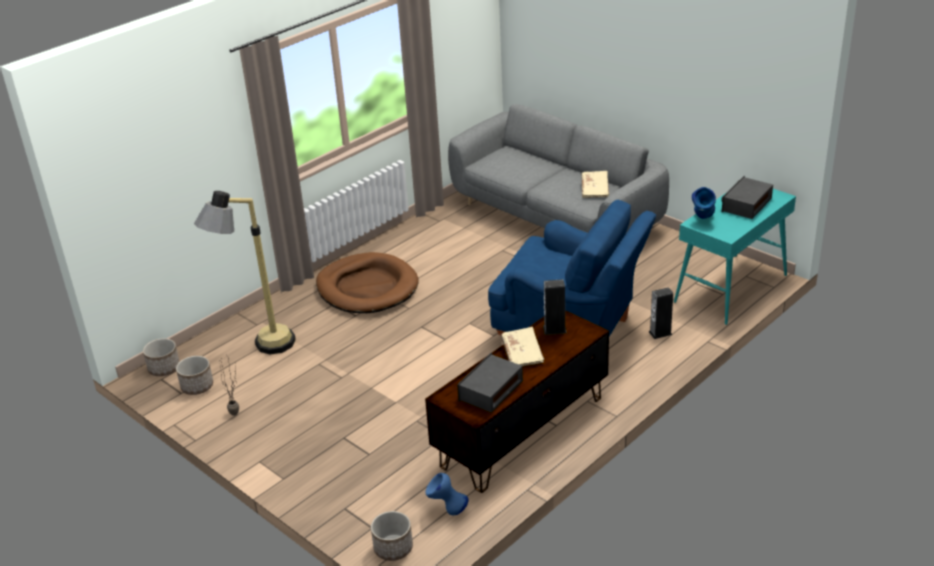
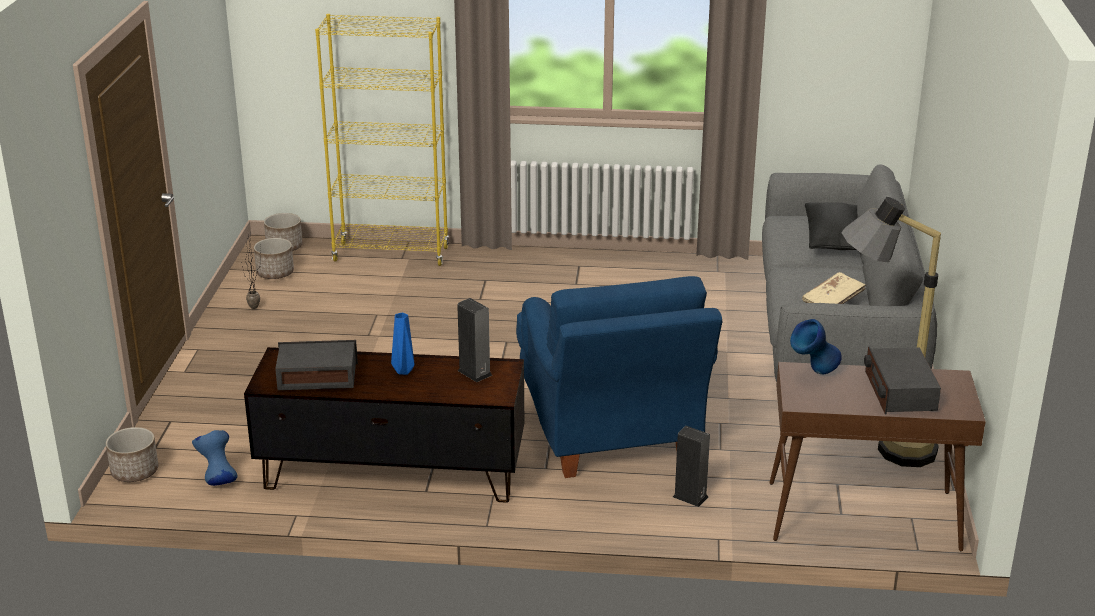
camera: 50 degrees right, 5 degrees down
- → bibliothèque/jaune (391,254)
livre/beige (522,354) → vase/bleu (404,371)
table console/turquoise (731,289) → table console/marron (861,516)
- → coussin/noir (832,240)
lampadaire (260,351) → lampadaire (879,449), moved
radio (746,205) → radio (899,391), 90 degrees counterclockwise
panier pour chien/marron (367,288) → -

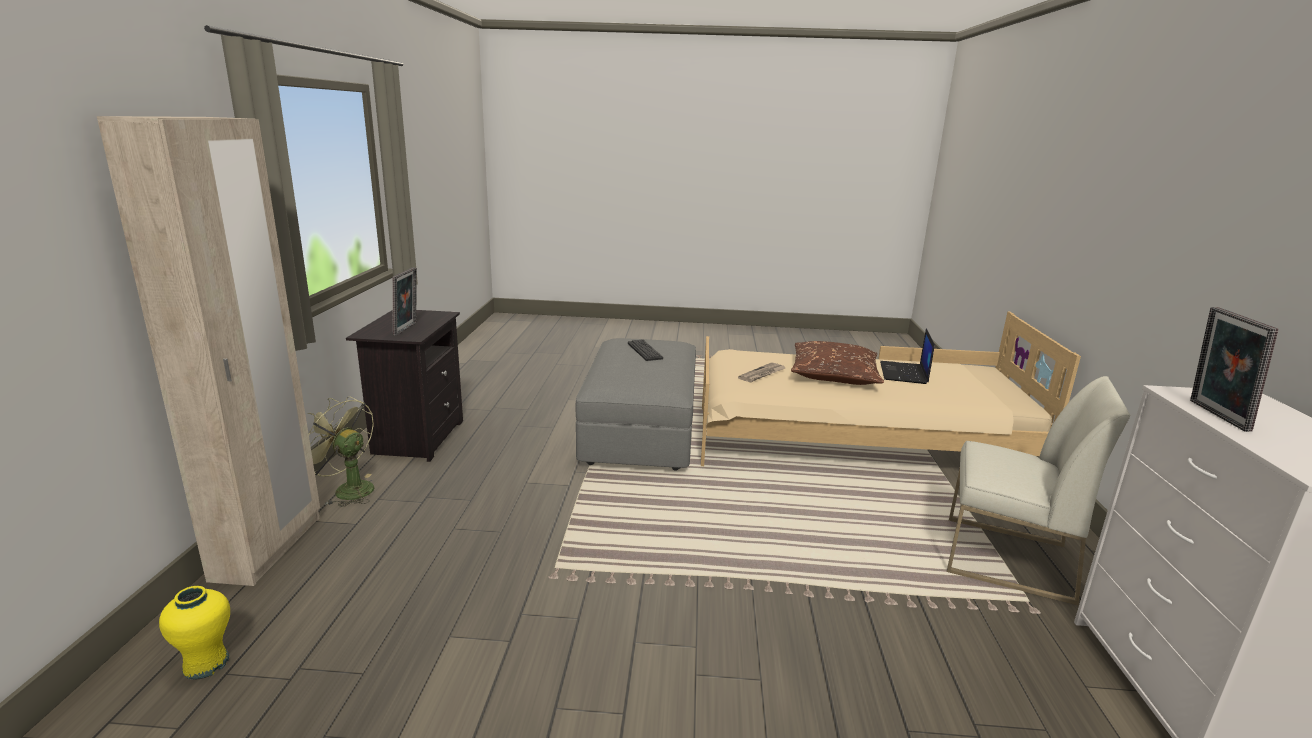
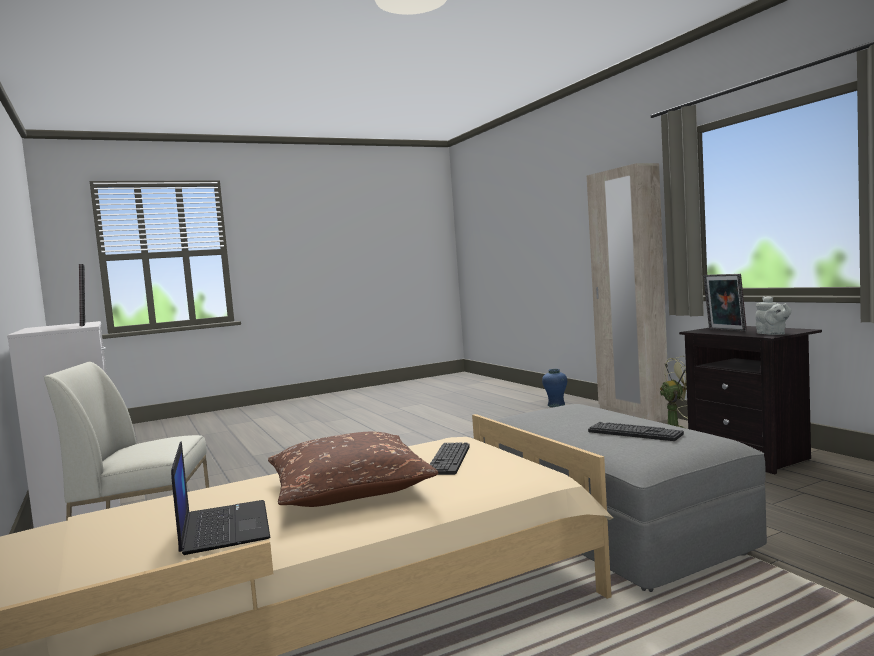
camera: 150 degrees right, 15 degrees down
journal (762,374) → clavier (448,459)
vase/jaune (206,664) → vase/bleu (556,405)
- → théière/gris (772,334)

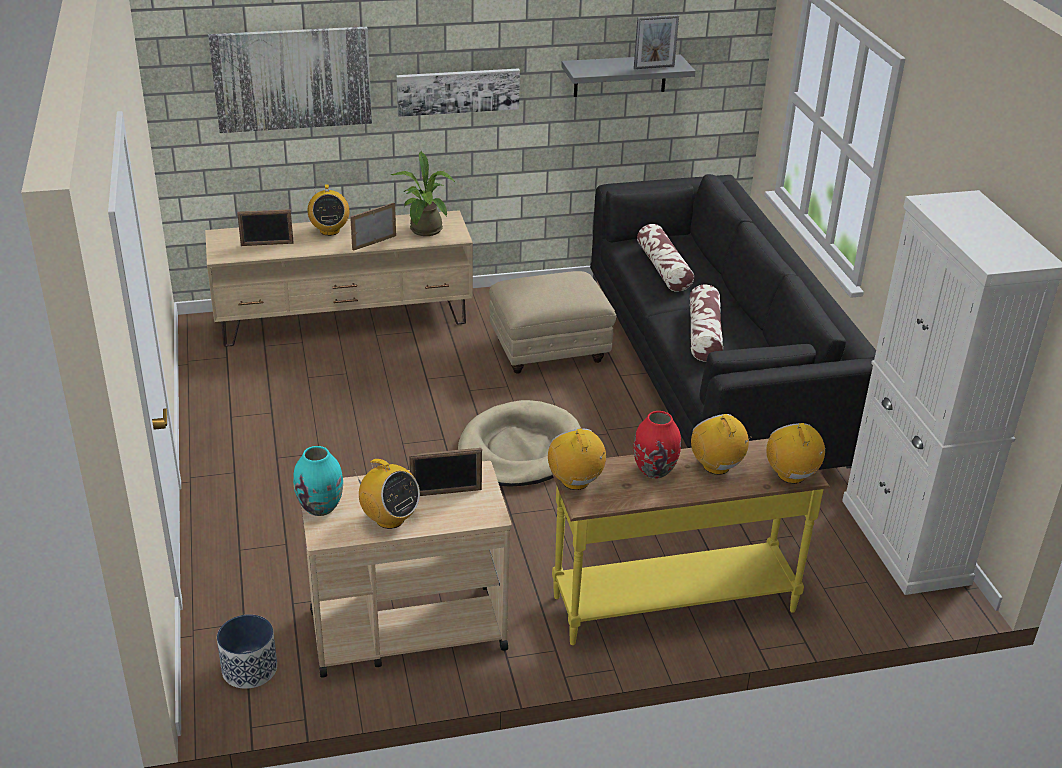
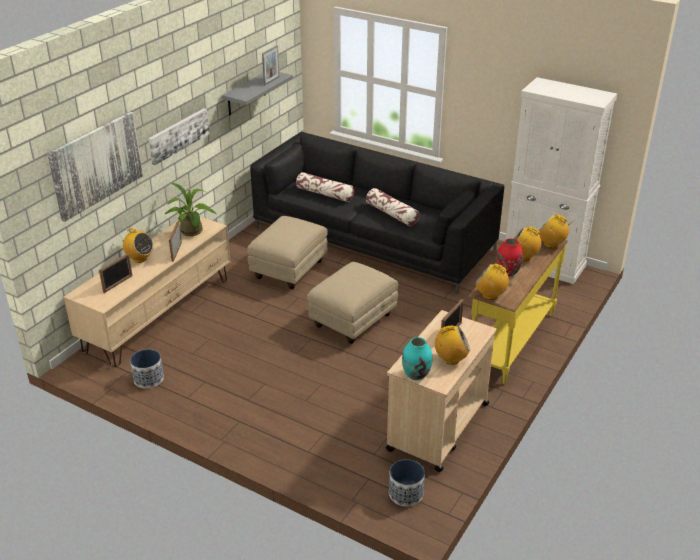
camera: 45 degrees left, 0 degrees up
- → cache-pot (148,379)
panier pour chien/beige (519,449) → pouf/beige (352,321)

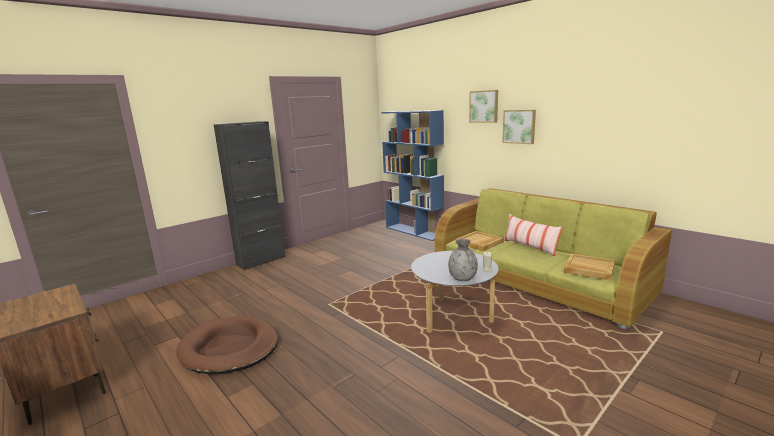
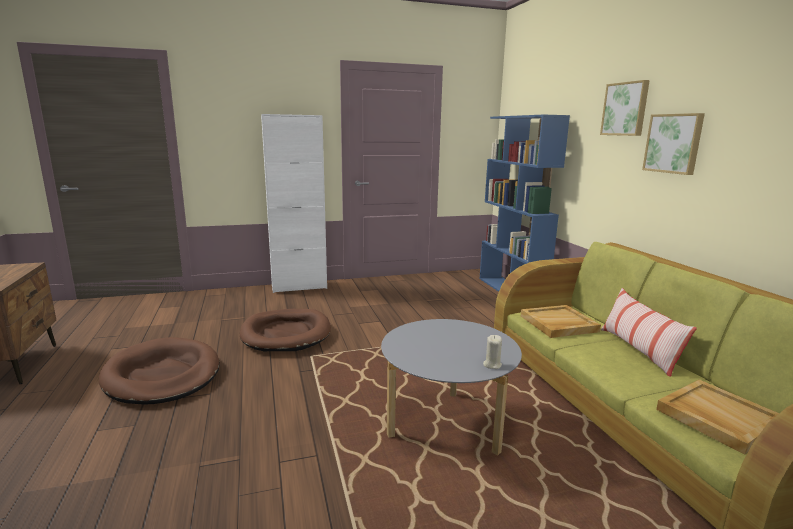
camera: 25 degrees right, 0 degrees up
- → panier pour chien/marron (286,334)
meuble de rangement/noir (261,261) → meuble de rangement/blanc (299,287)
vase/gris (463,278) → -

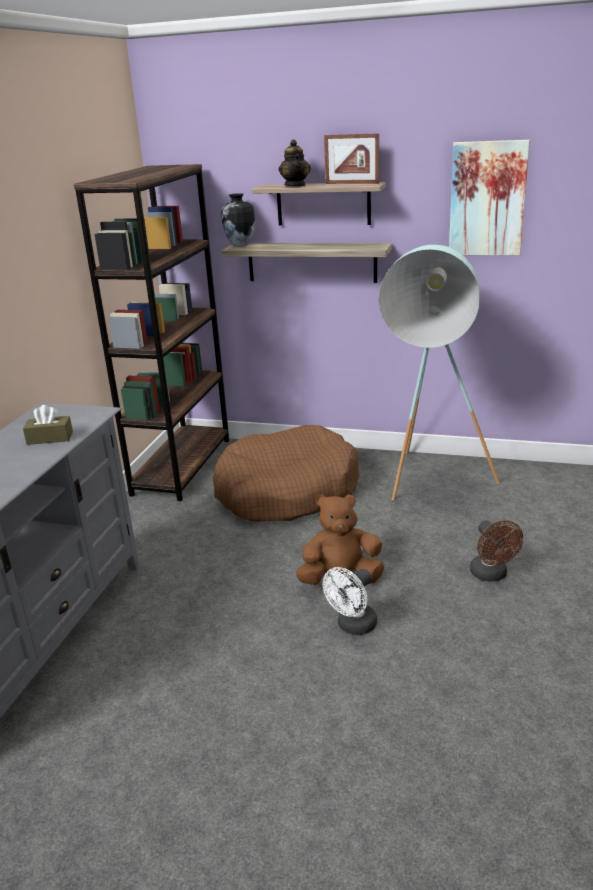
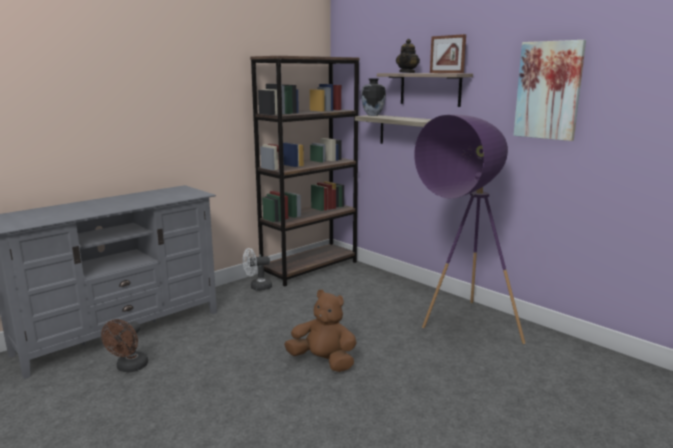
camera: 30 degrees right, 10 degrees down
ventilateur/marron (491,575) → ventilateur/marron (129,368), moved
ventilateur/blanc (353,626) → ventilateur/blanc (257,287), moved
lampadaire/turquoise (428,488) → lampadaire/violet (460,329)
boîte à mouchoirs/marron (50,438) → -
panier pour chien/marron (286,491) → -

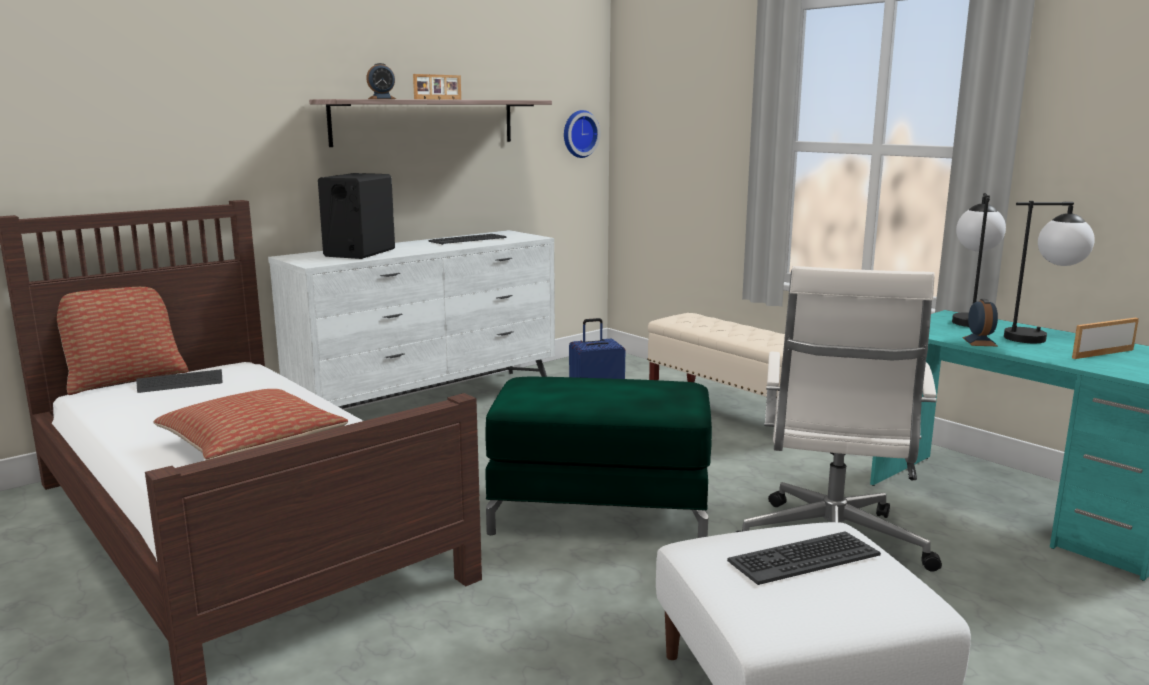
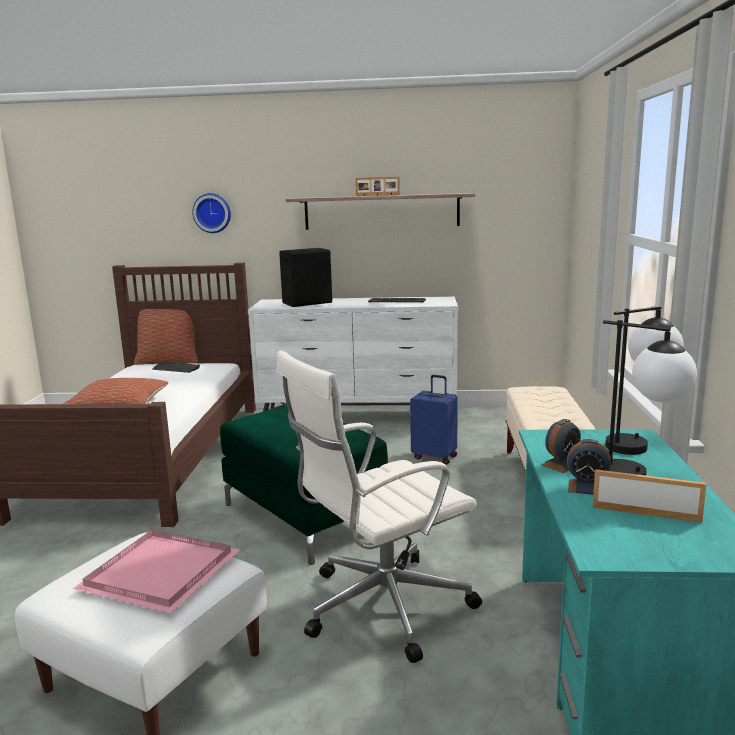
camera: 45 degrees right, 0 degrees up
clavier (803,558) → plateau/rose (164,572)
horloge murale (579,134) → horloge murale (212,213), moved
réveil (381,99) → réveil (587,488), moved

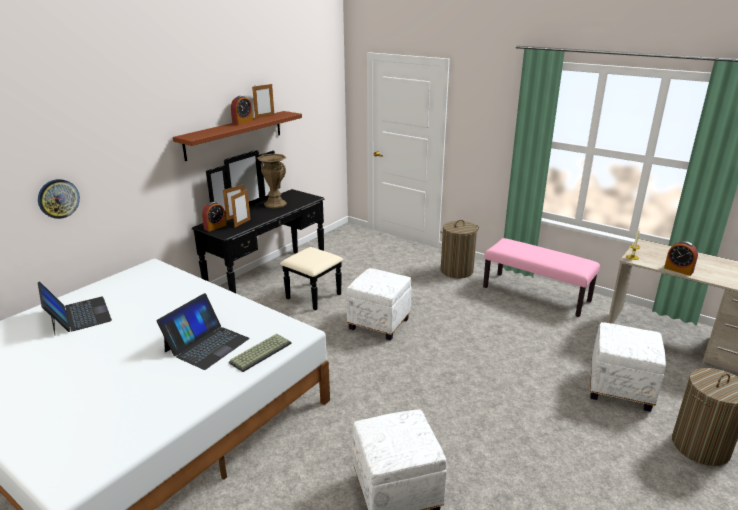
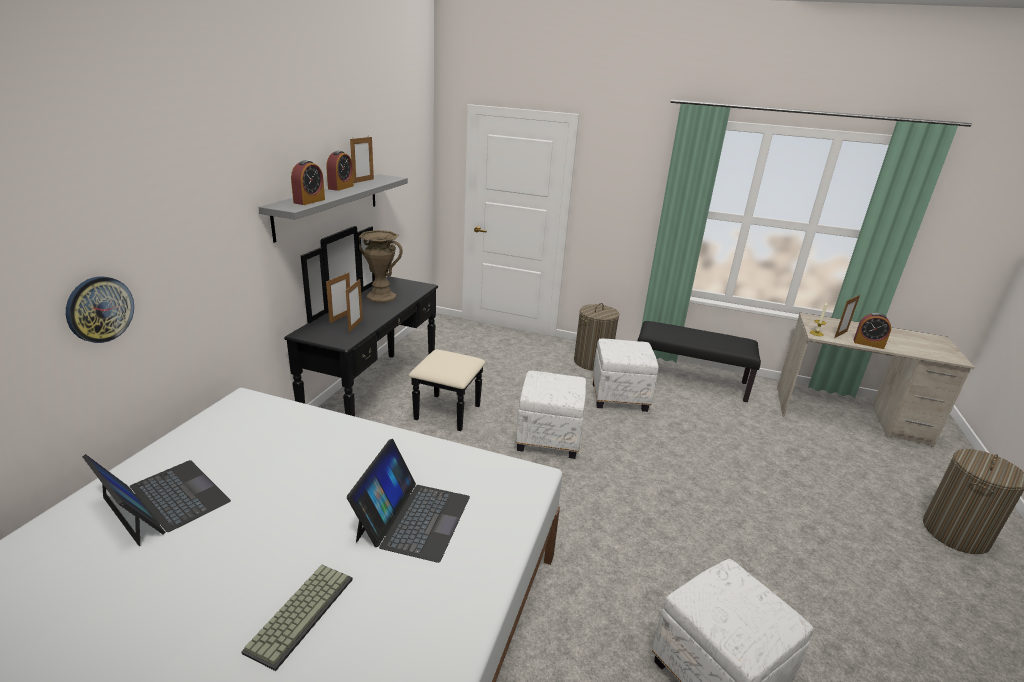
camera: 20 degrees left, 0 degrees up
clavier (260,352) → clavier (300,612), moved
étagère/marron (234,135) → étagère/gris (329,205)
réveil (215,227) → réveil (309,201), moved
pouf/blanc (620,389) → pouf/blanc (620,397), moved
banc/rose (536,294) → banc/noir (689,380)
- → cadre photo (840,334)

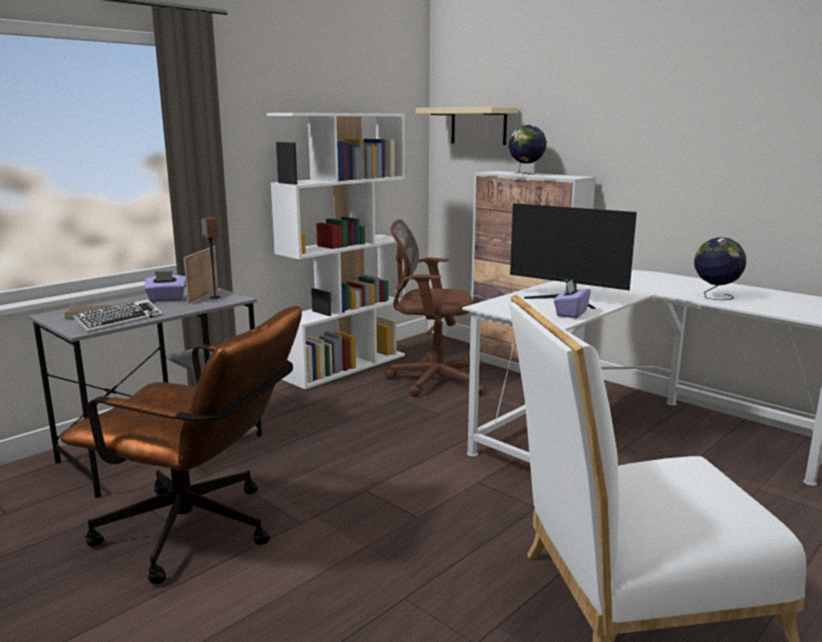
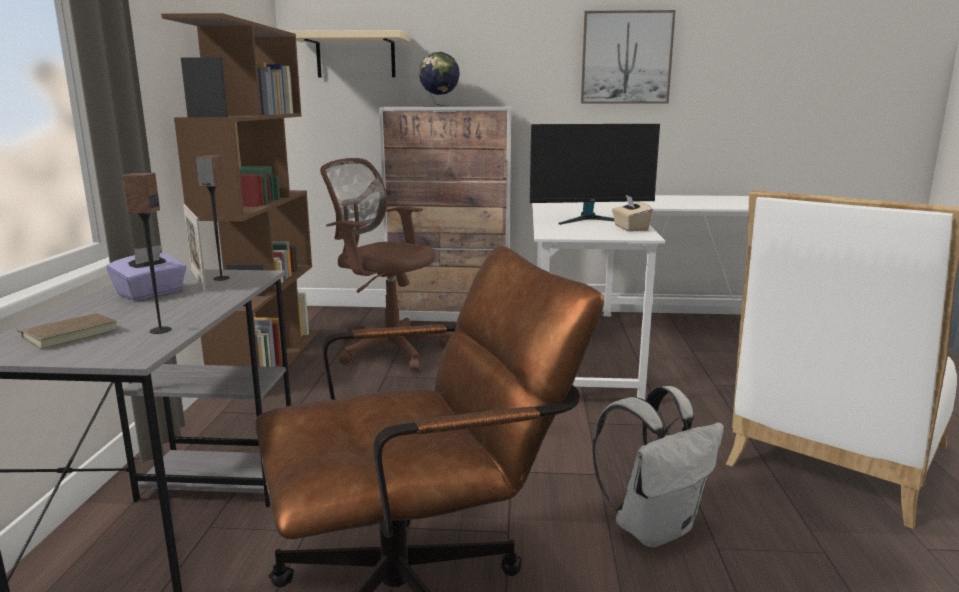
camera: 40 degrees left, 0 degrees up
clavier (119,321) → enceinte (160,330)
bibliothèque/blanc (346,366) → bibliothèque/marron (268,360)
chaise de bureau/marron (432,380) → chaise de bureau/marron (388,349), 60 degrees clockwise
- → tableau (626,58)
- → sac à dos/blanc (654,527)
boîte à mouchoirs/violet (571,313) → boîte à mouchoirs/beige (630,228)
globe (715,297) → -

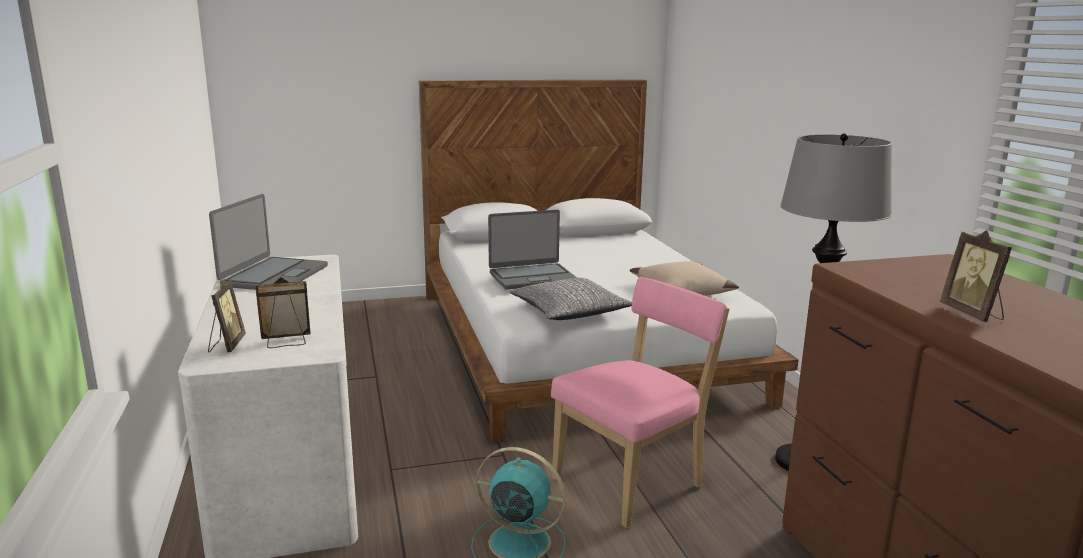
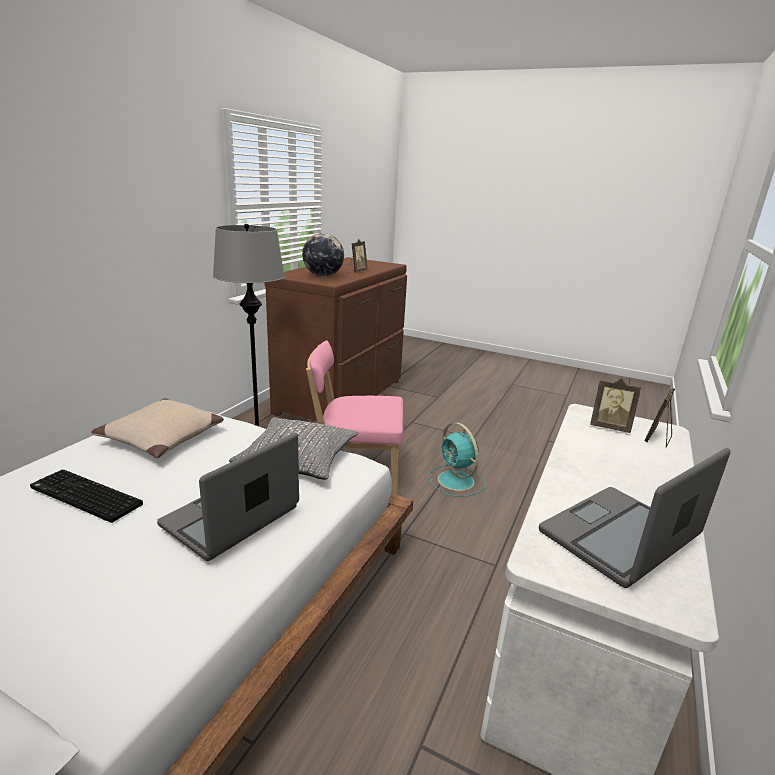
camera: 140 degrees left, 5 degrees up
- → clavier (83,497)
ordinateur portable (532,277) → ordinateur portable (232,517), 75 degrees counterclockwise
- → globe (323,275)

